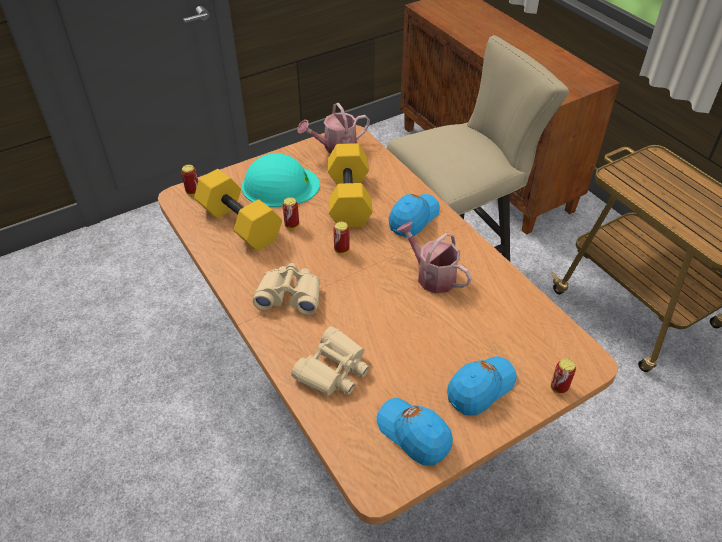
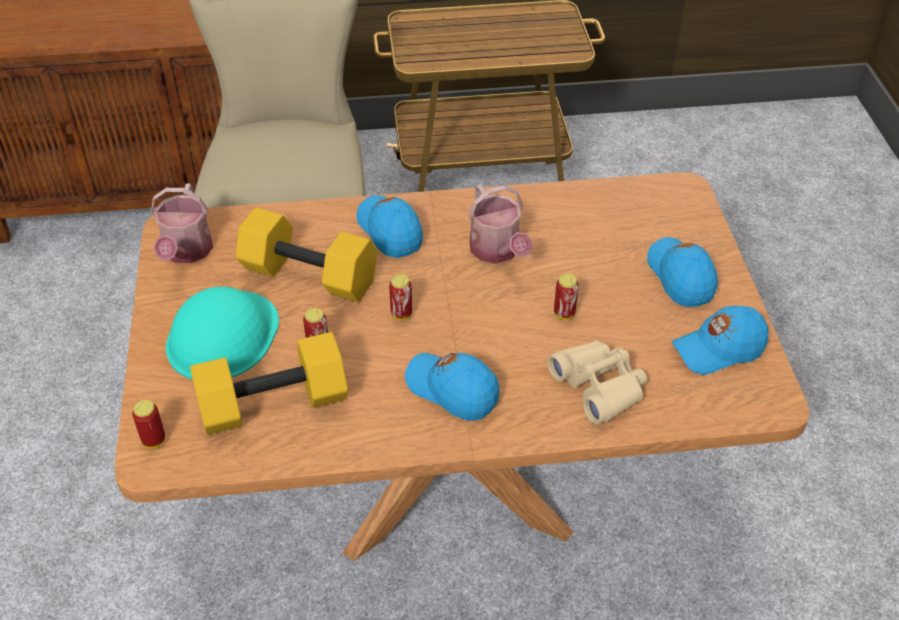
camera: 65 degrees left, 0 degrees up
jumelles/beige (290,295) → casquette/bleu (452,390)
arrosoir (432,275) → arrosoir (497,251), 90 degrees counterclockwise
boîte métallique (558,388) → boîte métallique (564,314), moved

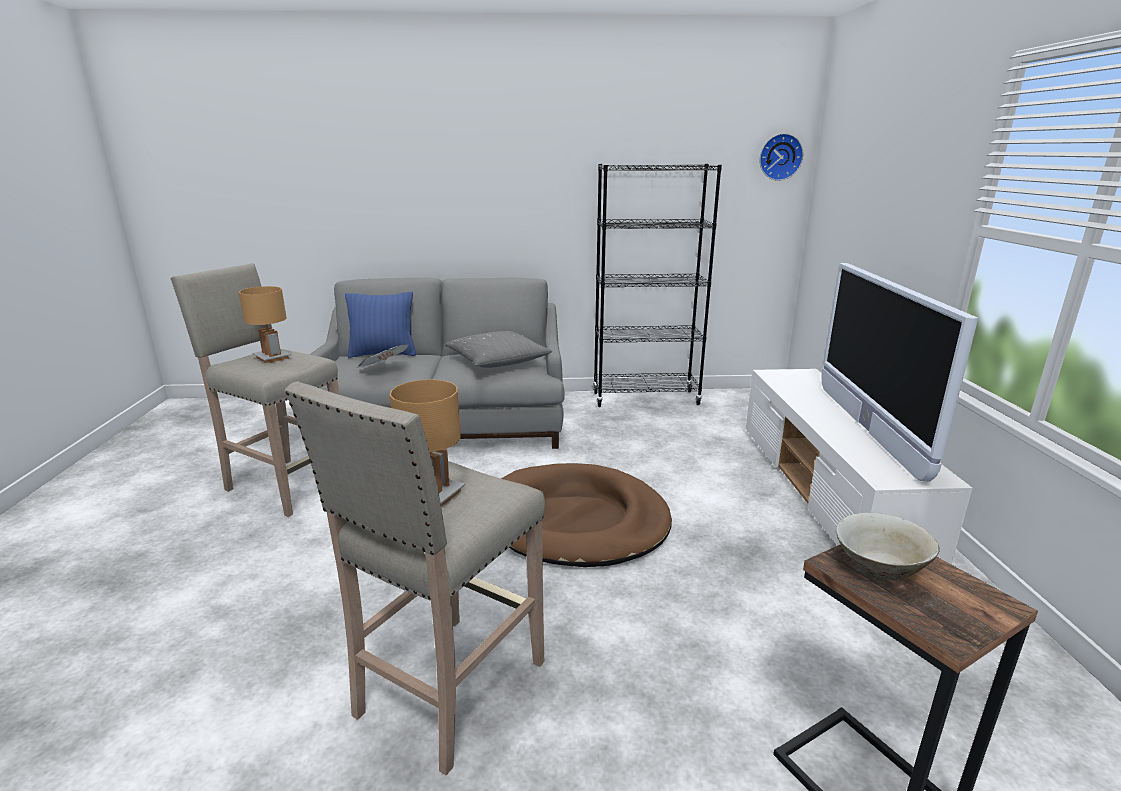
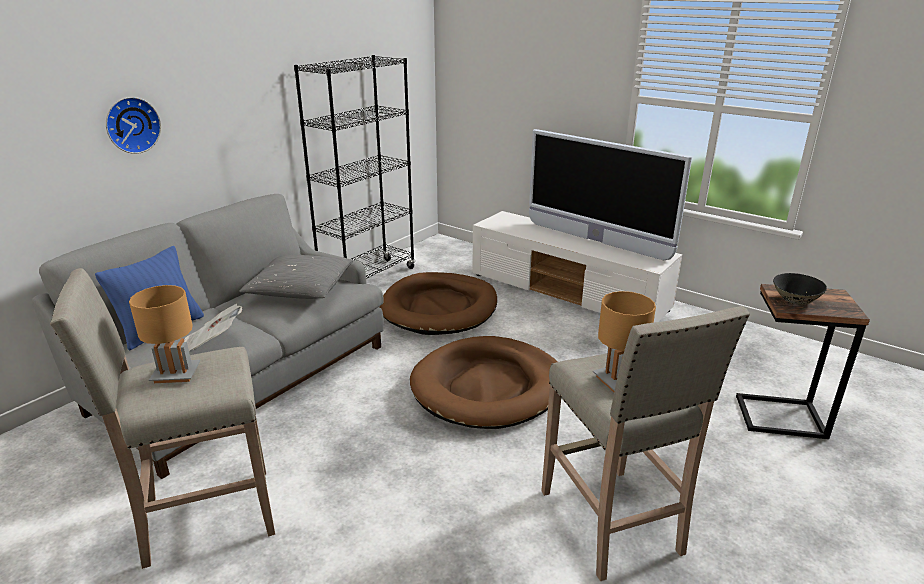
camera: 50 degrees left, 5 degrees up
horloge murale (779,157) → horloge murale (131,125), moved
- → panier pour chien/marron (439,308)
bol/beige (879,567) → bol/noir (795,300)

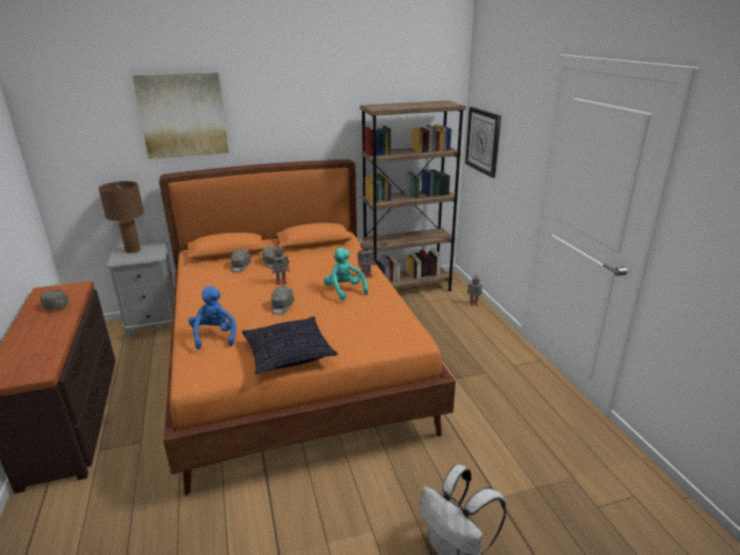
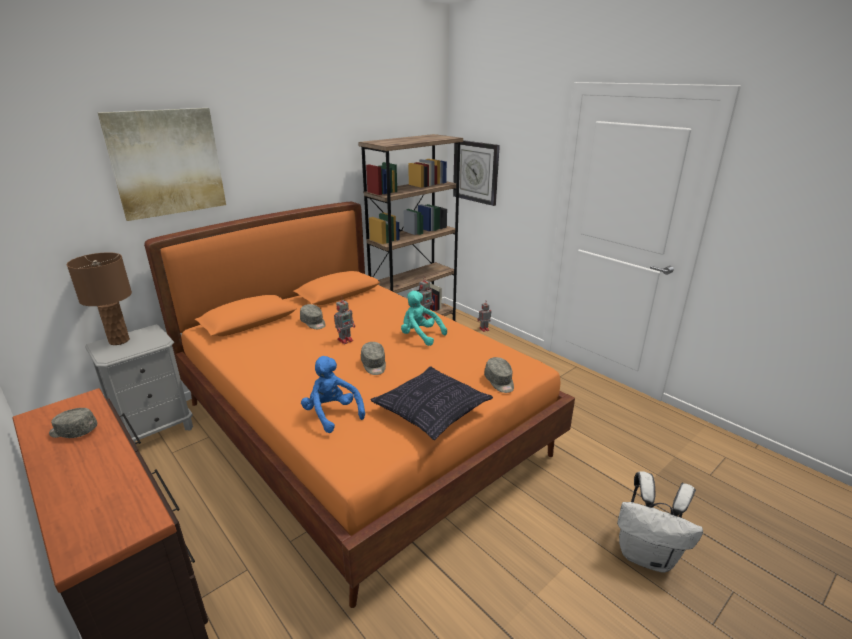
camera: 25 degrees left, 0 degrees up
casquette/gris (240,266) → casquette/gris (499,382), moved

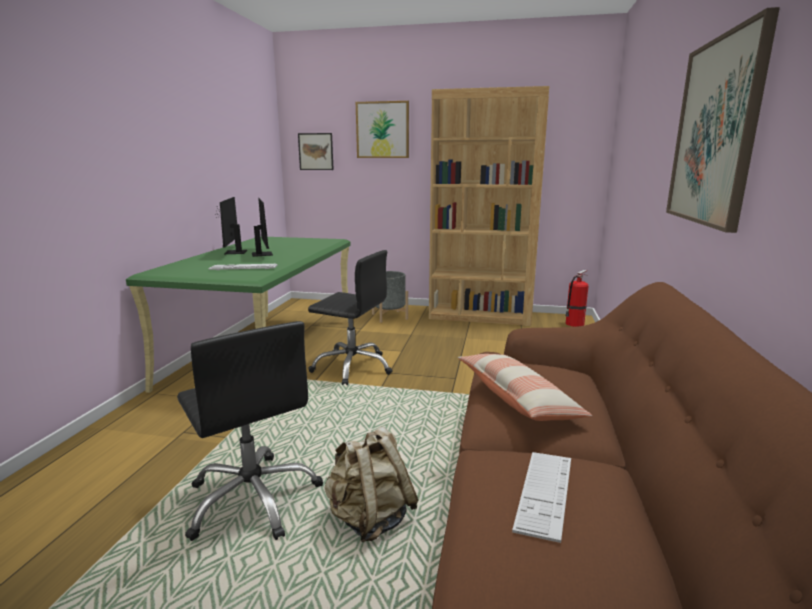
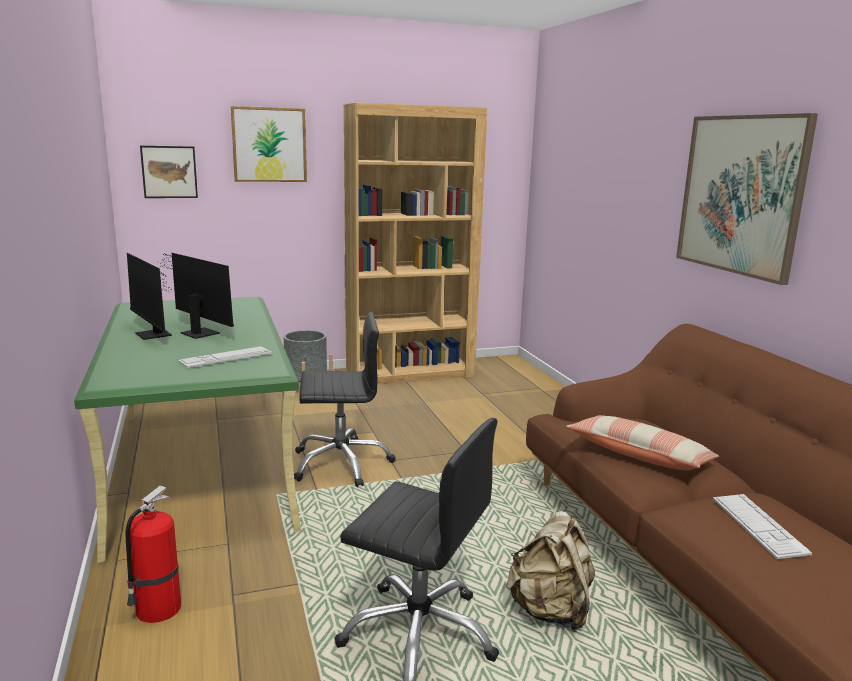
camera: 30 degrees left, 0 degrees up
extincteur (574,324) → extincteur (157,610), moved

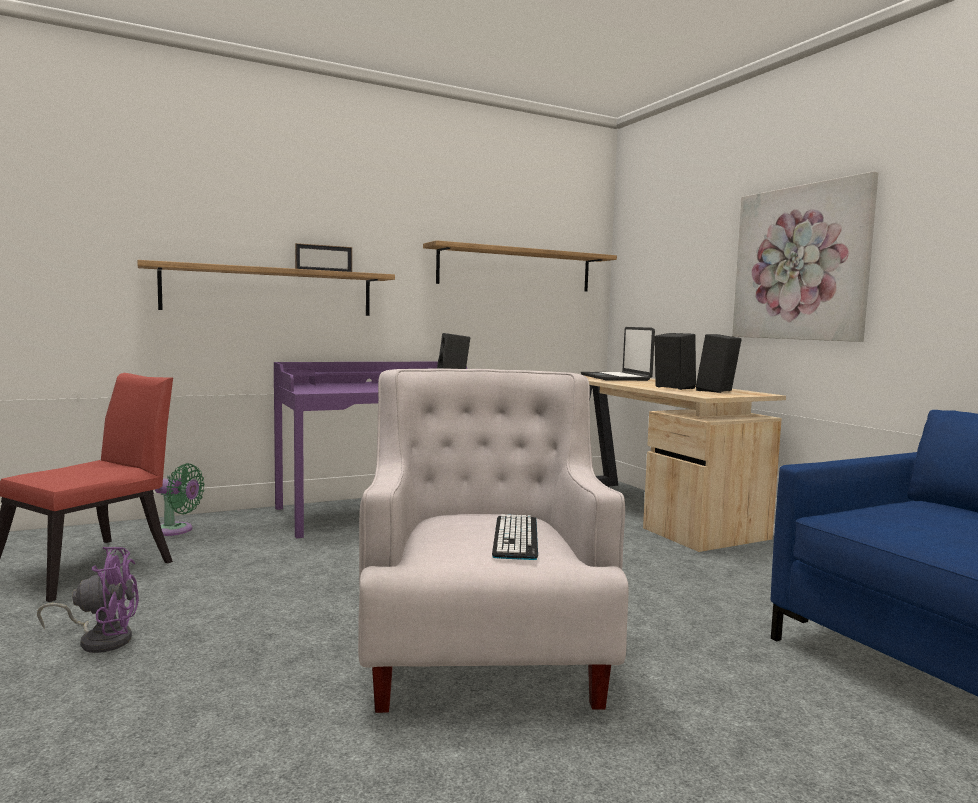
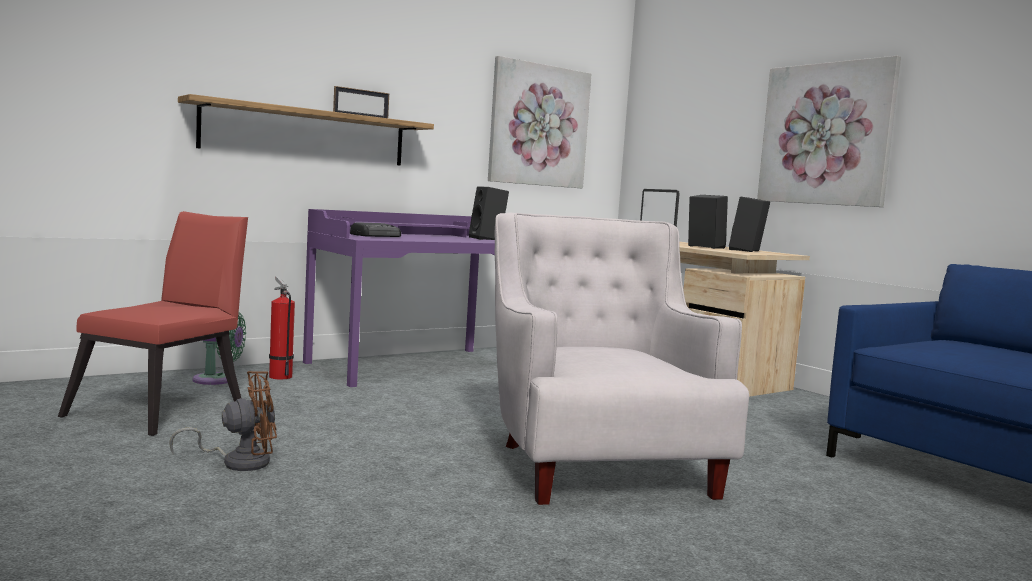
camera: 10 degrees left, 0 degrees up
ventilateur/violet (101,639) → ventilateur/marron (238,462)
- → extincteur (279,376)
- → radio (376,236)
étagère (516,269) → tableau (539,125)
clavier (515,537) → -

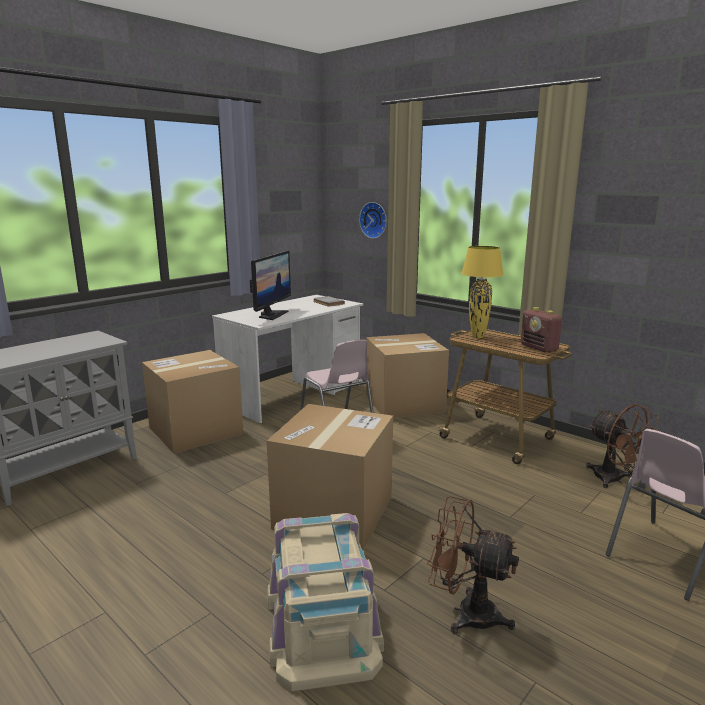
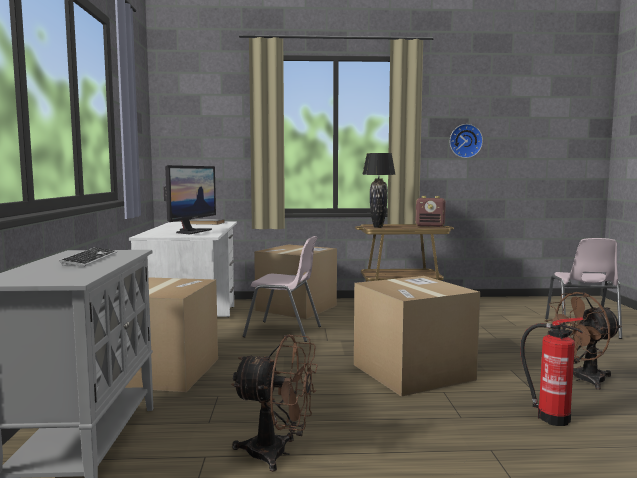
camera: 45 degrees left, 10 degrees down
- → clavier (90,259)
écran d'ordinateur (271,315) → écran d'ordinateur (191,231), 45 degrees clockwise
ventilateur/marron (614,480) → ventilateur/marron (277,453), moved
lampe de table/jaune (477,337) → lampe de table/noir (377,227)
horloge murale (374,220) → horloge murale (465,141), moved
boîte de rangement/beige (323,623) → extincteur (550,417)

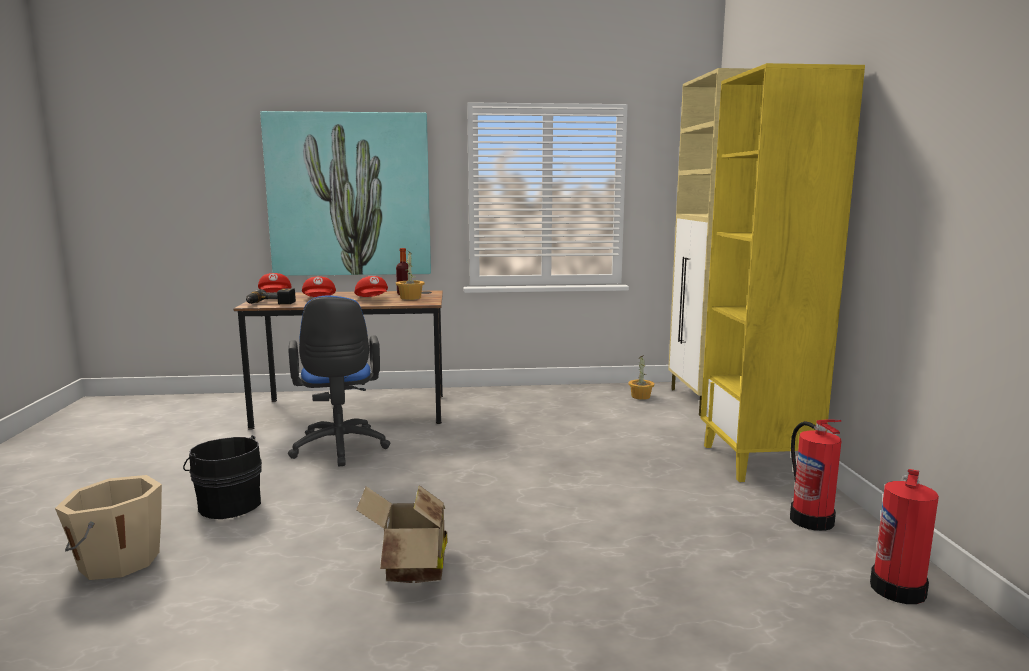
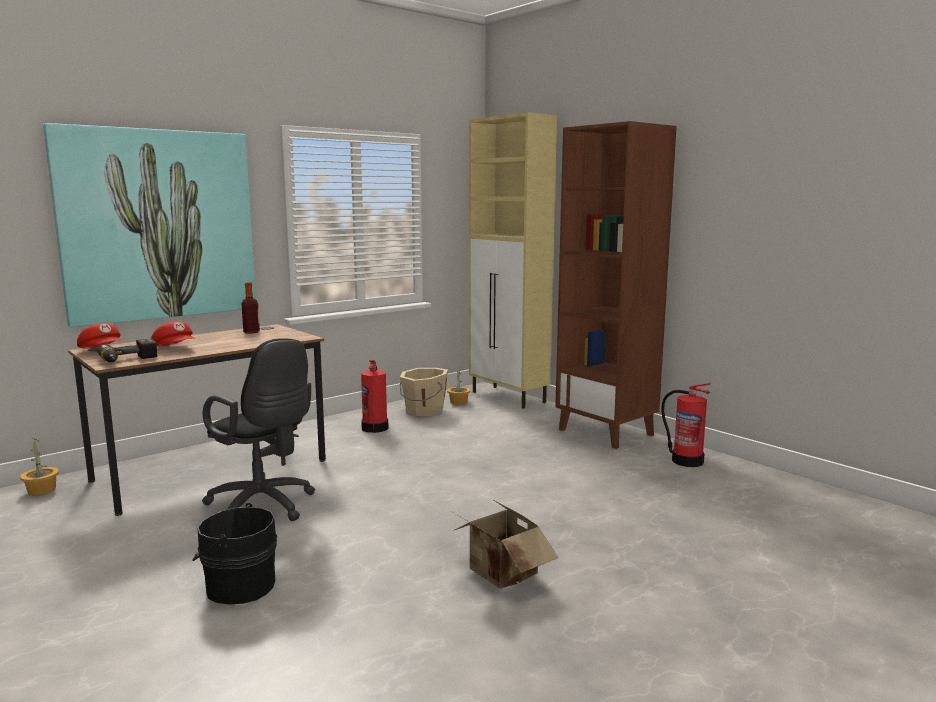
camera: 35 degrees left, 0 degrees up
plante en pot (410,298) → plante en pot (41,490), moved
chaise de bureau/bleu (339,449) → chaise de bureau/noir (264,507)
extincteur (898,588) → extincteur (375,427), moved
seau/beige (118,561) → seau/beige (424,411), moved
bibliothèque/jaune (757,462) → bibliothèque/marron (606,432)
casquette/rouge (373,299) → -

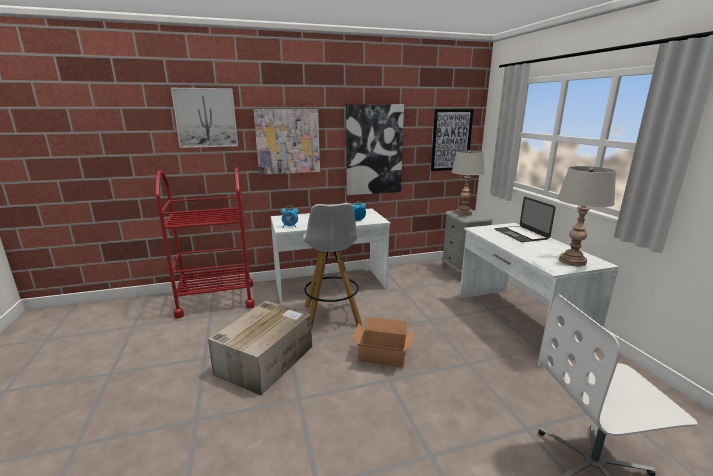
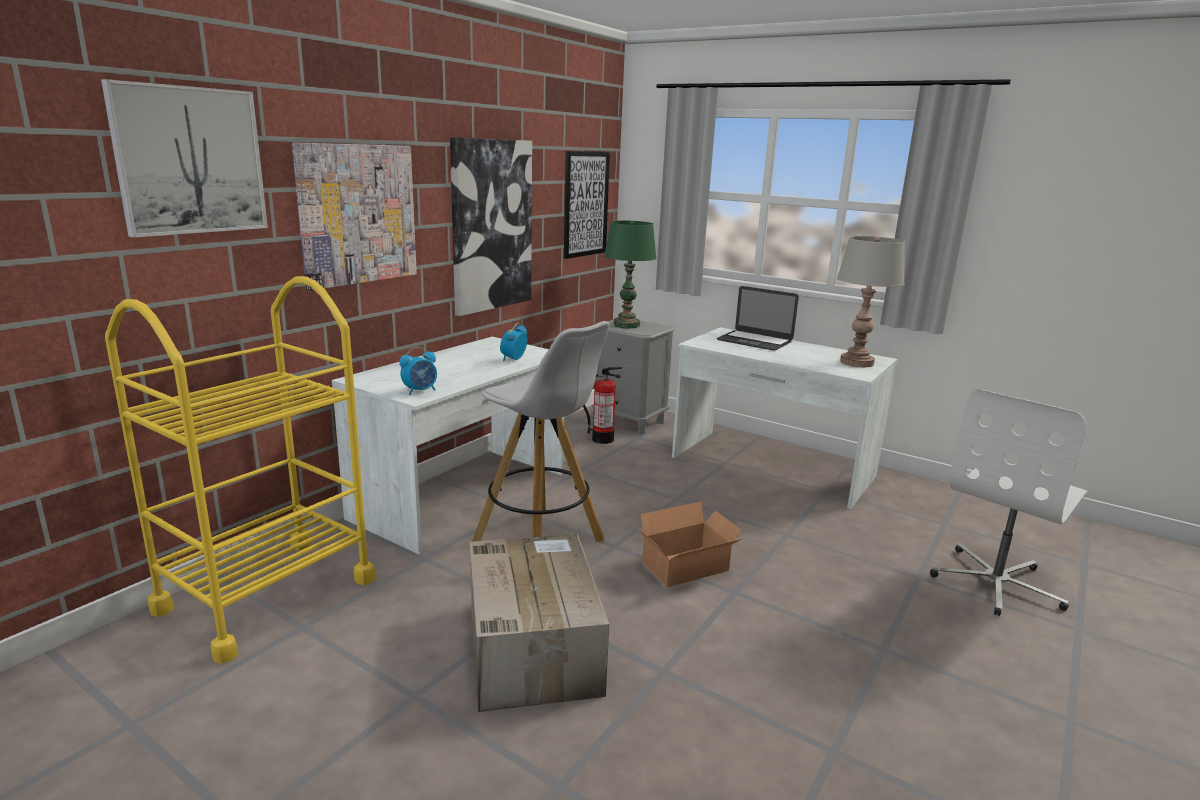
camera: 40 degrees left, 0 degrees up
chariot/rouge (216,300) → chariot/jaune (267,594)
- → extincteur (602,439)
lampe de table/gris (463,213) → lampe de table/vert (626,325)

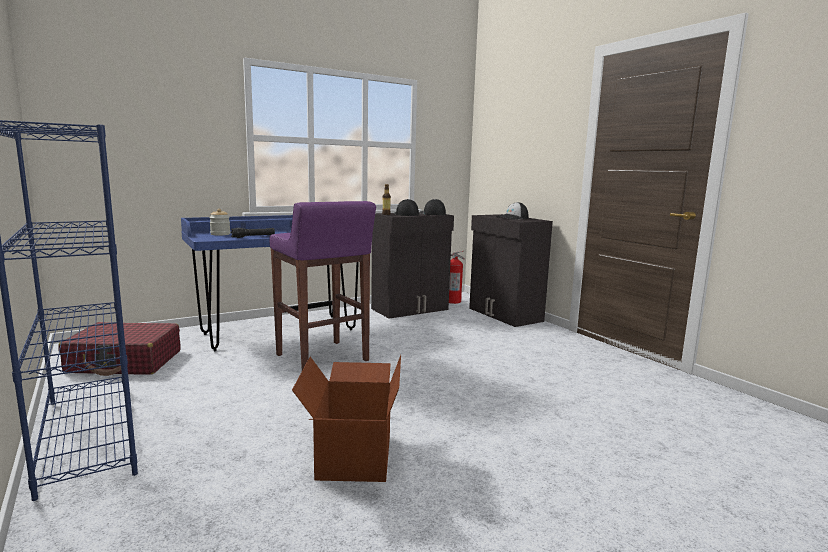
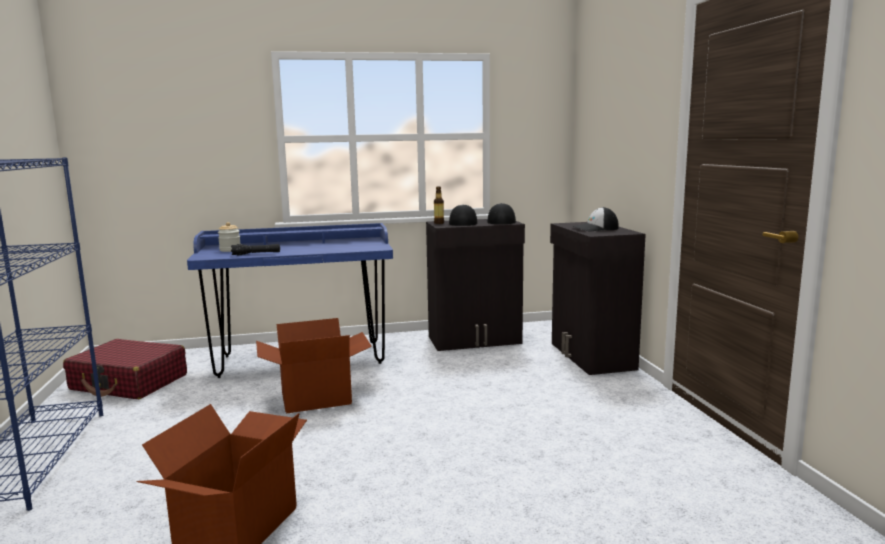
camera: 20 degrees right, 0 degrees up
tabouret/violet (322,358) → carton (316,397)
extincteur (453,301) → -

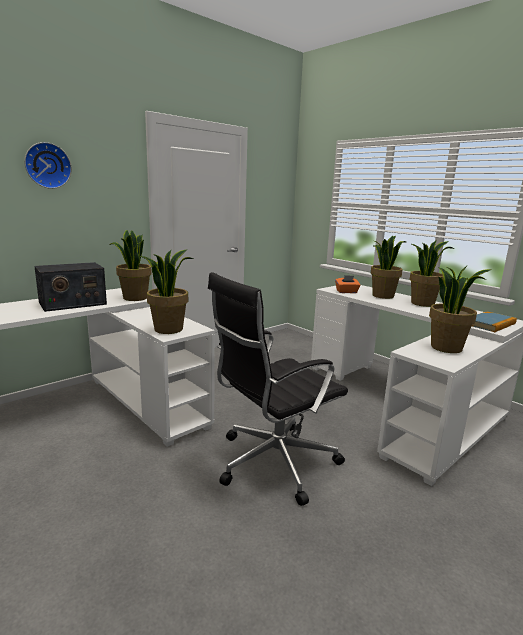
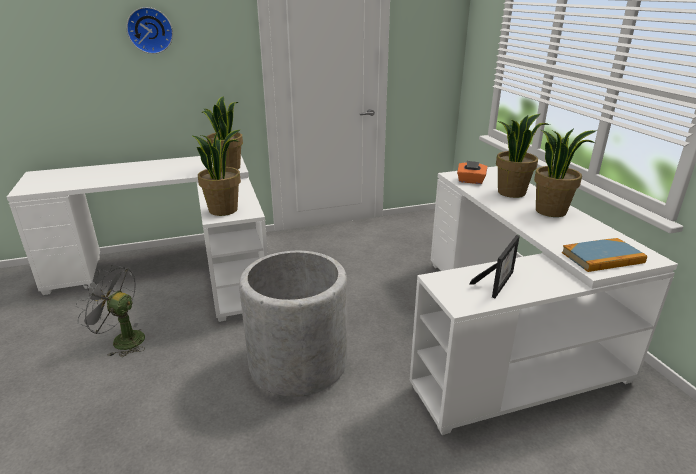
camera: 25 degrees right, 10 degrees up
- → ventilateur/gris (122,340)
chaise de bureau/noir (273,462) → cache-pot/gris (298,362)
plante en pot (447,347) → cadre photo (497,282)
radio (72,303) → -

